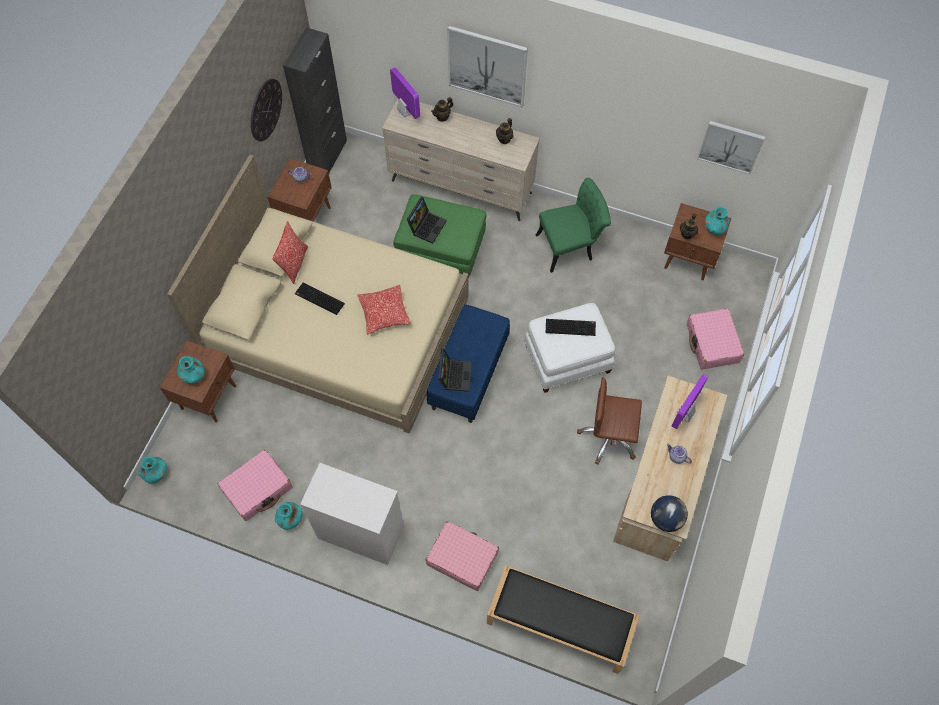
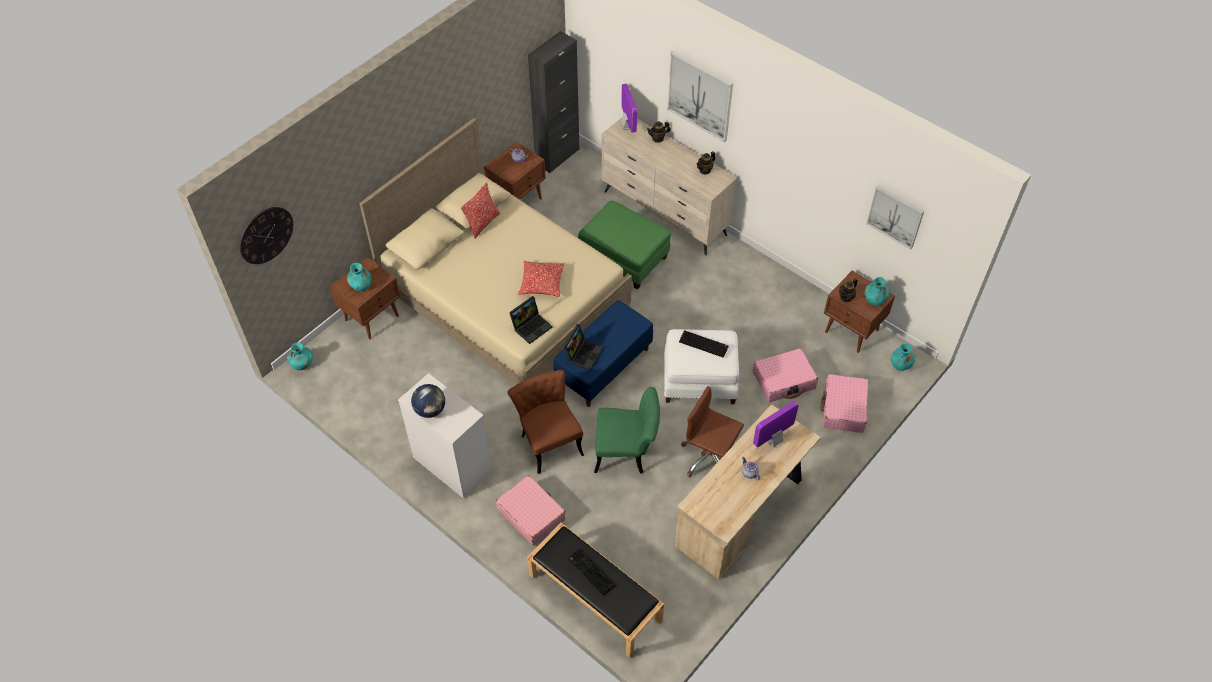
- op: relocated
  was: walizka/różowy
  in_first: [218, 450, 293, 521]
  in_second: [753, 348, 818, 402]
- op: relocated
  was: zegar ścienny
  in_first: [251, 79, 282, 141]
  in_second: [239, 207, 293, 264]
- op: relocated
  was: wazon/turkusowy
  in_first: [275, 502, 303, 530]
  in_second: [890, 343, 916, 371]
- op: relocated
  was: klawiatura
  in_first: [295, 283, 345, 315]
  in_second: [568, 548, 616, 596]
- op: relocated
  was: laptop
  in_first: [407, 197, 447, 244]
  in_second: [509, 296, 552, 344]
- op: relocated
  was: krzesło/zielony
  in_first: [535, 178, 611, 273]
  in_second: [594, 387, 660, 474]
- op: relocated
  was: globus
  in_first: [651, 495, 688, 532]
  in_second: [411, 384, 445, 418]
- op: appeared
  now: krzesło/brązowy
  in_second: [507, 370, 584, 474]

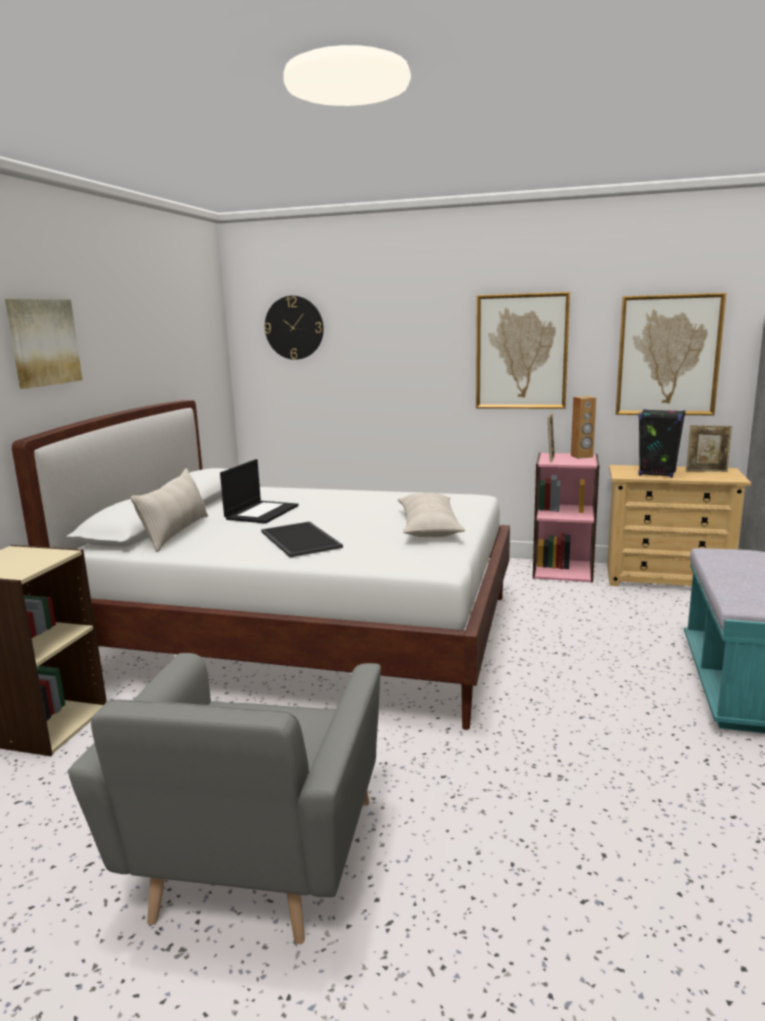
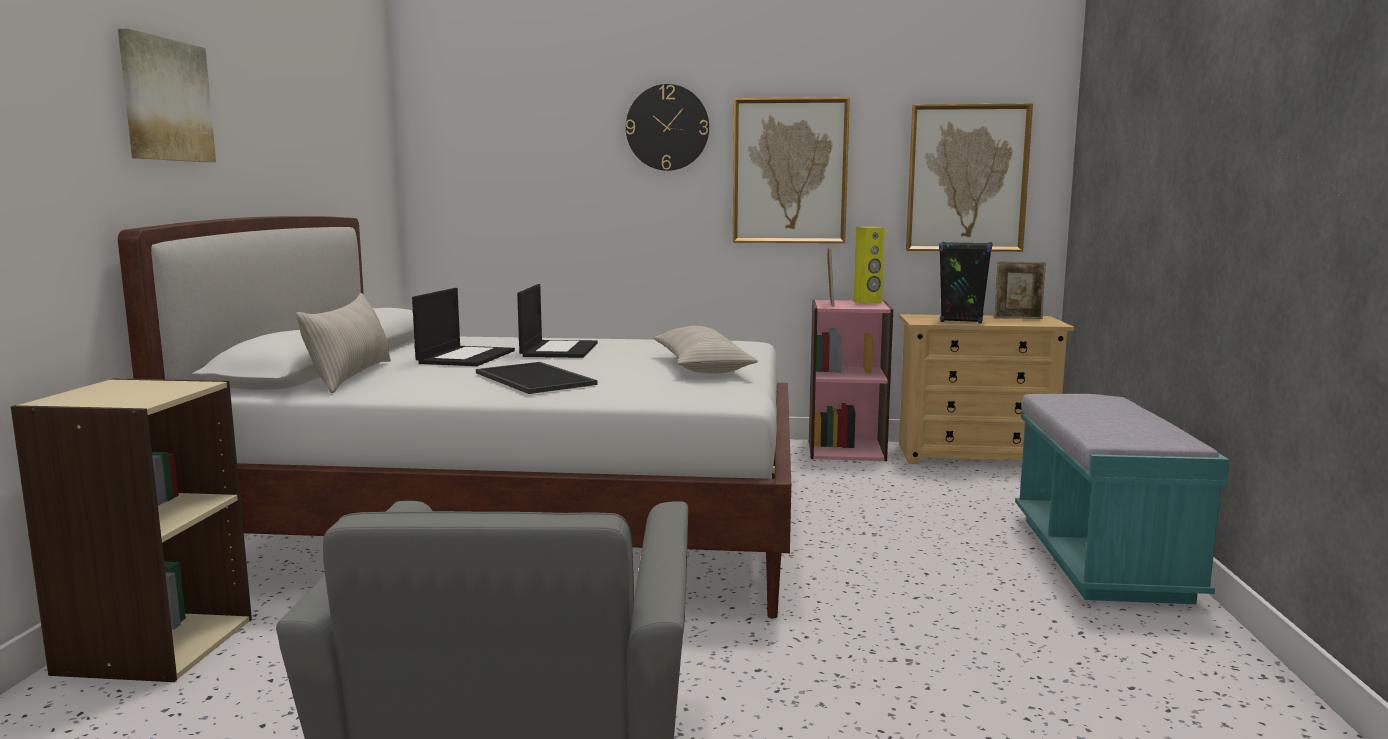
- op: relocated
  was: zegar ścienny
  in_first: [264, 296, 324, 360]
  in_second: [626, 84, 709, 171]
- op: colour
  was: głośnik/brązowy
  now: głośnik/żółty
  in_first: [571, 396, 596, 459]
  in_second: [854, 227, 885, 304]
- op: appeared
  now: laptop
  in_second: [517, 284, 598, 358]

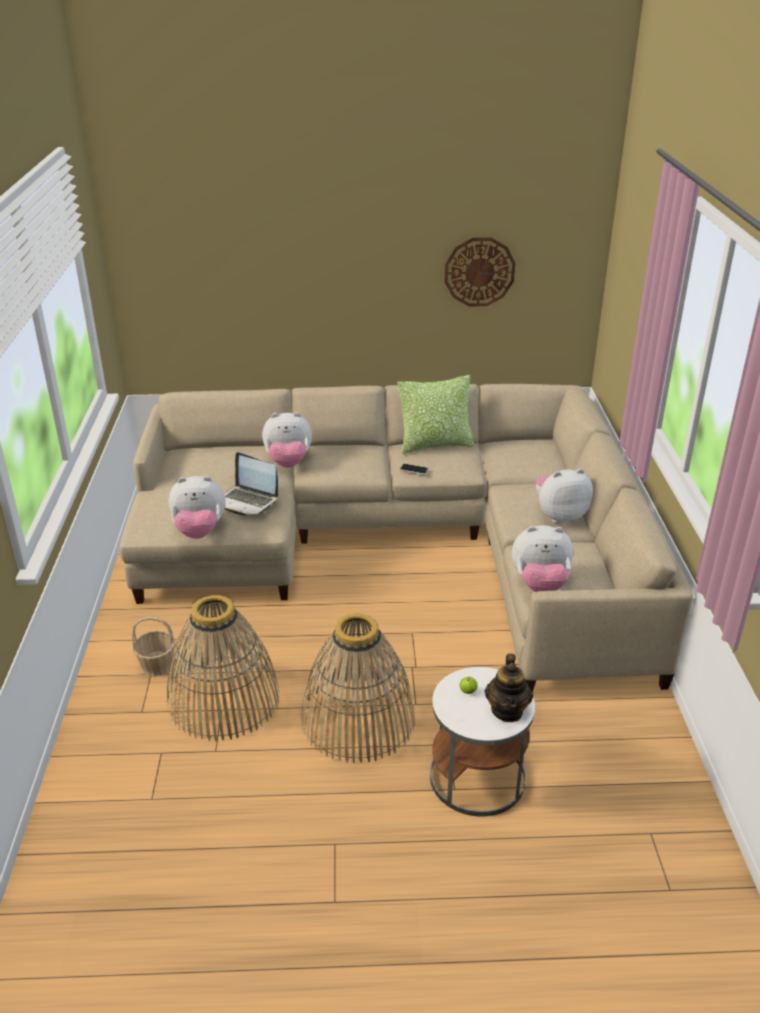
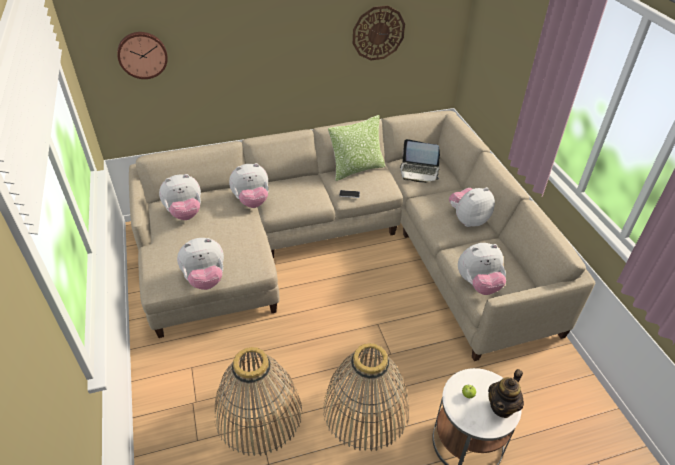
- op: missing
  was: koszyk
  in_first: [132, 617, 175, 677]
- op: relocated
  was: laptop
  in_first: [224, 452, 278, 515]
  in_second: [400, 139, 440, 183]
- op: spun
  was: imbryk
  in_first: [484, 654, 533, 722]
  in_second: [488, 369, 524, 418]
  clockwise: 45
- op: appeared
  now: zegar ścienny
  in_second: [117, 32, 168, 79]
- op: appeared
  now: pluszak
  in_second: [159, 174, 201, 220]

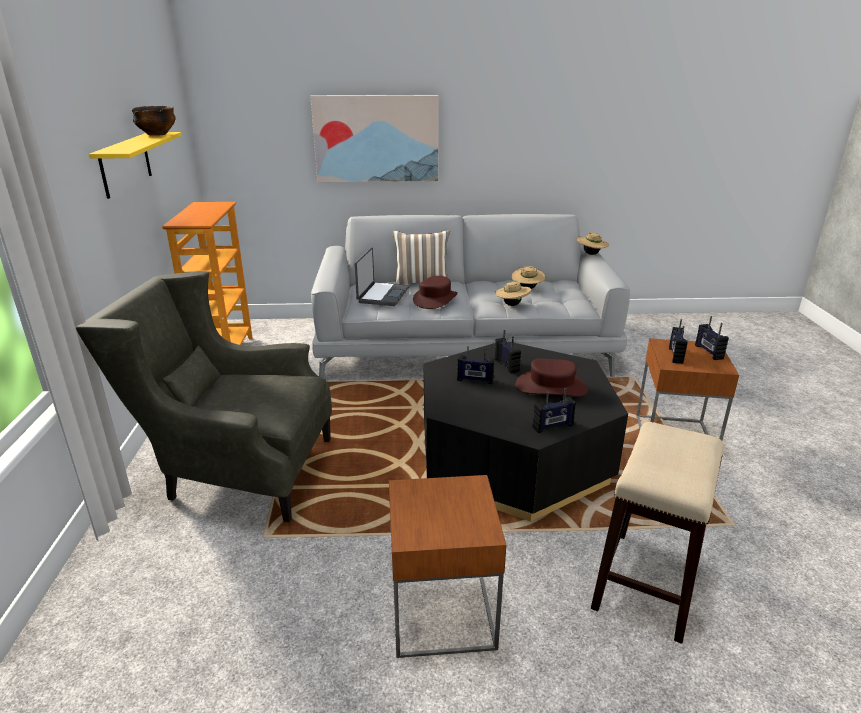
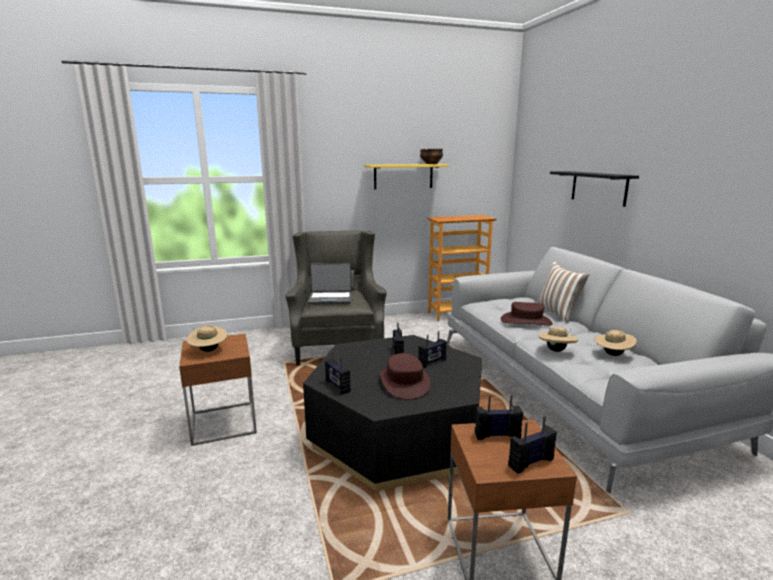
- op: exchanged
  was: obraz
  now: półka/czarny
  in_first: [310, 95, 439, 182]
  in_second: [550, 171, 639, 207]
- op: relocated
  was: laptop
  in_first: [354, 247, 409, 306]
  in_second: [308, 263, 352, 304]
- op: relocated
  was: kapelusz/beżowy
  in_first: [577, 233, 609, 255]
  in_second: [186, 325, 227, 352]
- op: missing
  was: stołek
  in_first: [591, 422, 724, 644]

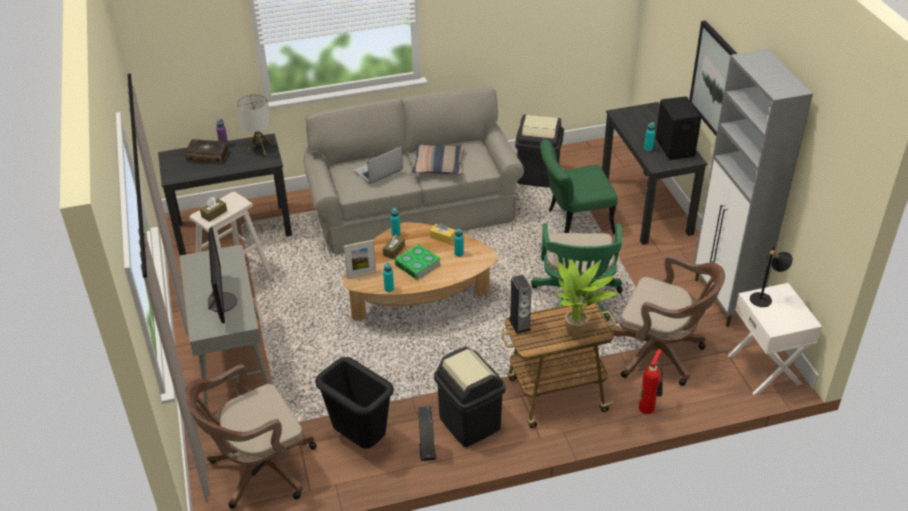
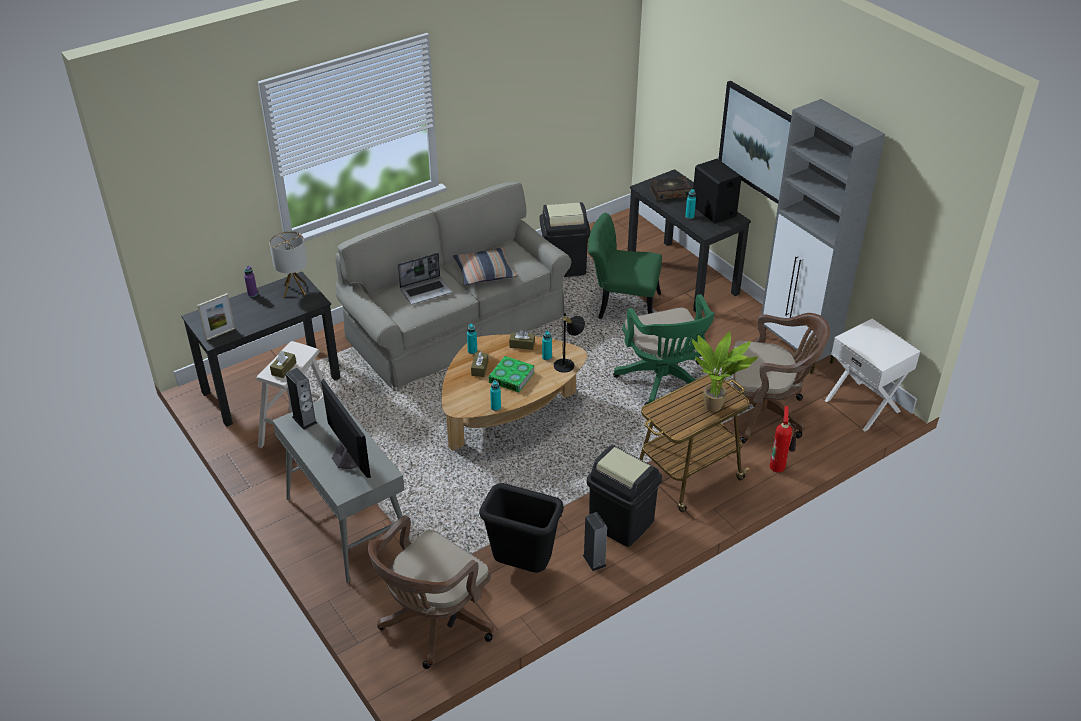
- op: relocated
  was: książka
  in_first: [185, 139, 229, 163]
  in_second: [650, 176, 691, 201]
- op: relocated
  was: ramka na zdjęcie
  in_first: [344, 240, 376, 279]
  in_second: [197, 293, 235, 341]
- op: spun
  was: laptop
  in_first: [354, 146, 403, 184]
  in_second: [398, 253, 452, 304]
  clockwise: -150
- op: colour
  was: pudełko chusteczek/żółty
  now: pudełko chusteczek/brązowy
  in_first: [430, 223, 456, 244]
  in_second: [509, 330, 535, 350]
- op: relocated
  was: głośnik
  in_first: [509, 275, 532, 334]
  in_second: [286, 368, 317, 430]
- op: spun
  was: krzesło/zielony
  in_first: [540, 139, 618, 234]
  in_second: [588, 213, 662, 319]
  clockwise: 45
- op: relocated
  was: lampa stołowa/czarny
  in_first: [750, 246, 793, 307]
  in_second: [554, 313, 585, 373]

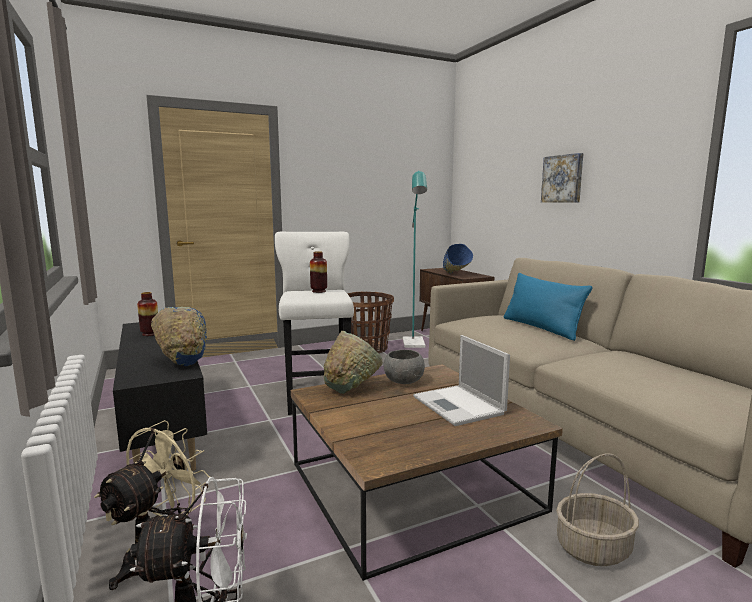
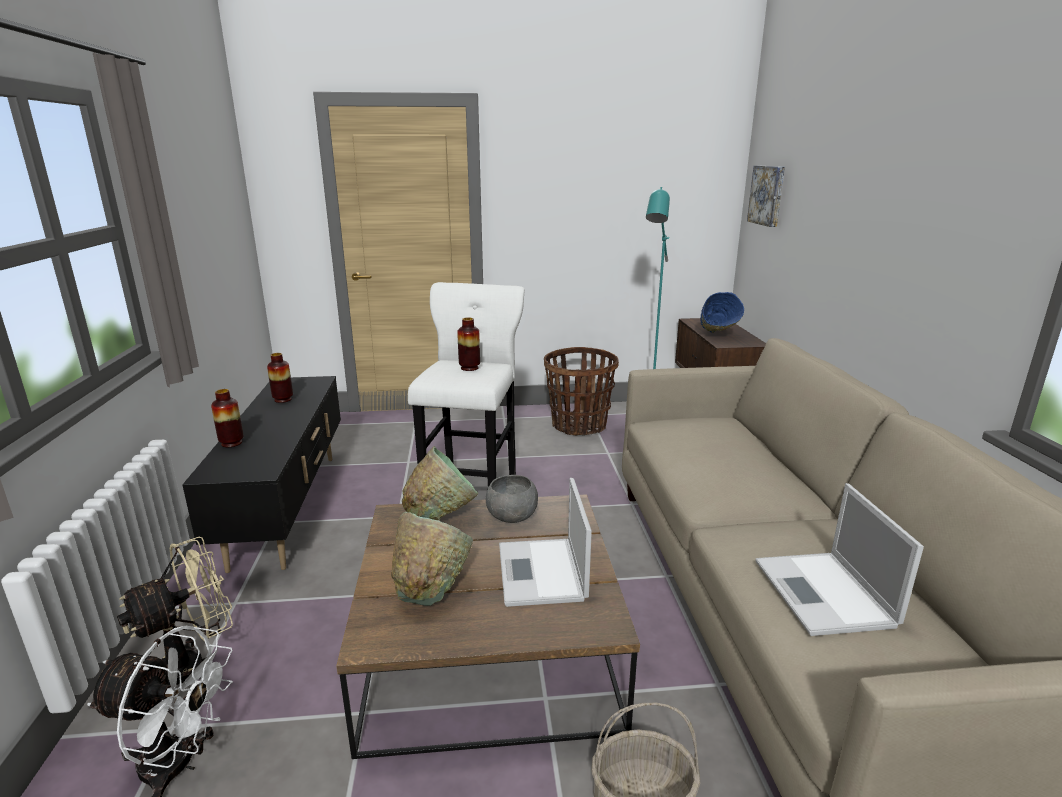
- op: missing
  was: miska/niebieski
  in_first: [151, 307, 207, 366]
- op: missing
  was: poduszka/niebieski
  in_first: [504, 273, 592, 341]
- op: relocated
  was: obraz
  in_first: [541, 153, 584, 203]
  in_second: [747, 165, 785, 227]
- op: appeared
  now: wazon
  in_second: [211, 389, 244, 447]
- op: appeared
  now: miska/zielony
  in_second: [391, 512, 473, 606]
- op: appeared
  now: laptop
  in_second: [755, 483, 924, 636]

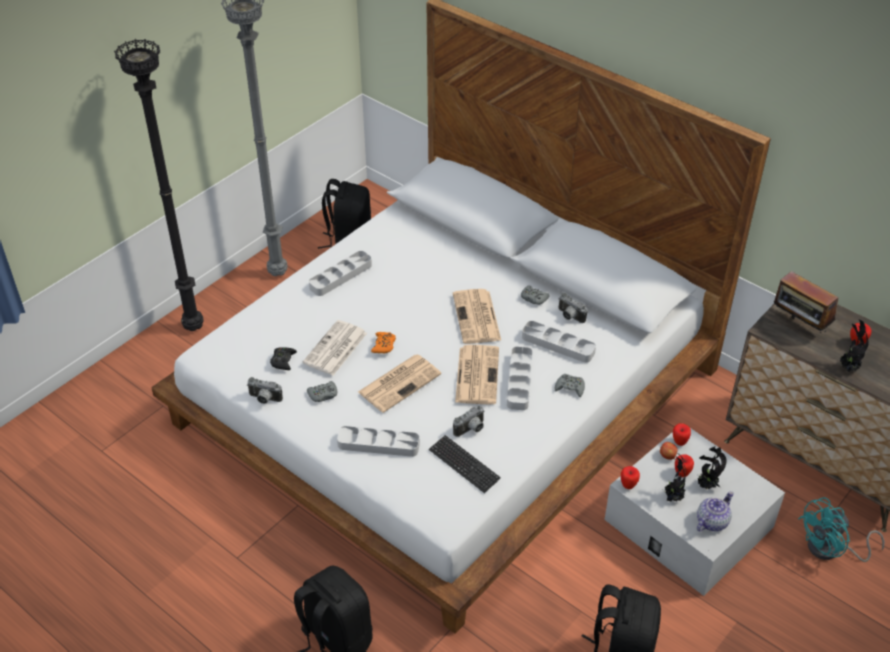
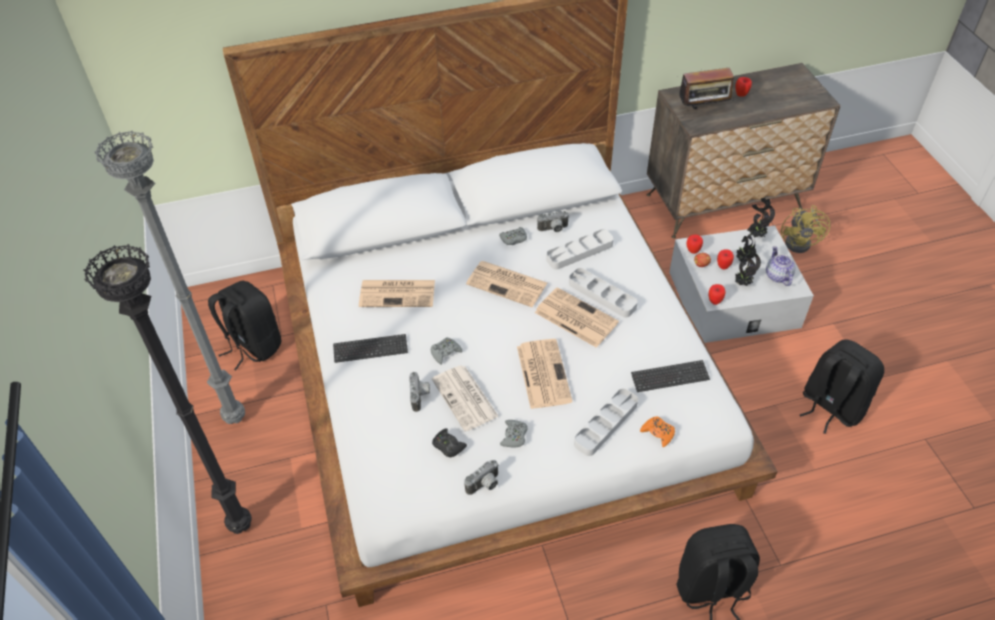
- op: exchanged
  was: taca/szary
  now: klawiatura
  in_first: [309, 251, 372, 296]
  in_second: [333, 334, 408, 363]
- op: relocated
  was: pad do gier/pomarańczowy
  in_first: [371, 332, 396, 354]
  in_second: [640, 416, 675, 447]
- op: relocated
  was: aparat fotograficzny
  in_first: [453, 406, 484, 437]
  in_second: [409, 372, 430, 412]
- op: relocated
  was: pad do gier/szary
  in_first: [555, 374, 585, 397]
  in_second: [431, 337, 462, 365]
- op: colour
  was: wentylator/turkusowy
  now: wentylator/żółty
  in_first: [798, 497, 885, 562]
  in_second: [781, 205, 830, 253]
- op: relocated
  was: roślina doniczkowa
  in_first: [839, 319, 868, 372]
  in_second: [750, 198, 775, 237]
- op: appeared
  now: gazeta
  in_second: [359, 280, 435, 307]

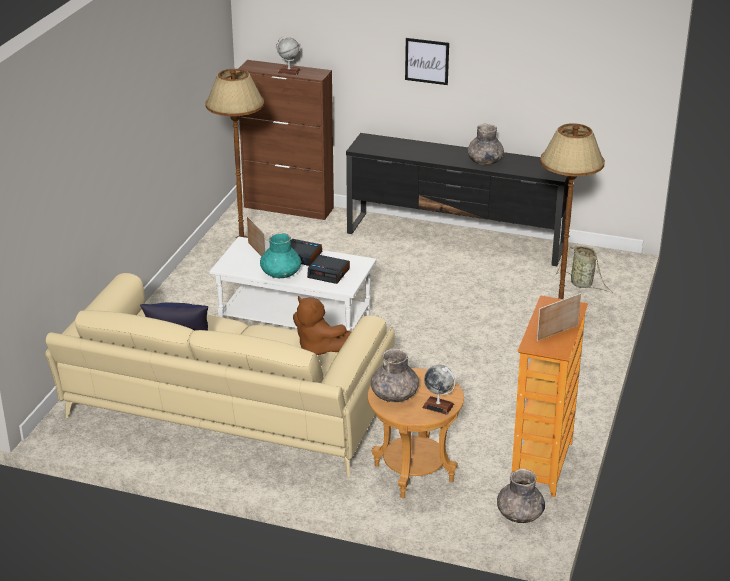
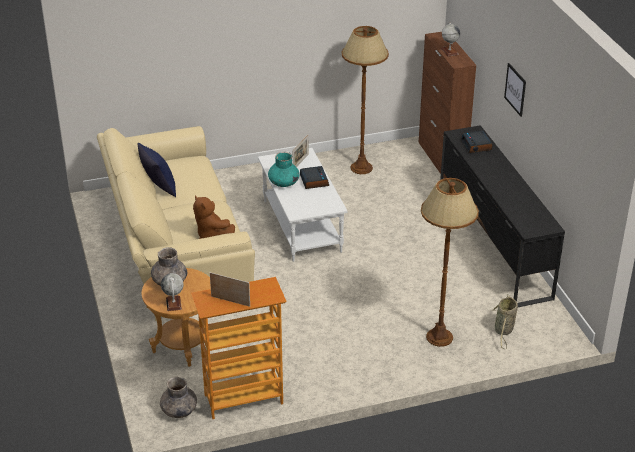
- op: spun
  was: pluszak/brązowy
  in_first: [293, 296, 351, 355]
  in_second: [193, 195, 235, 239]
  clockwise: -45
- op: relocated
  was: budzik
  in_first: [307, 255, 350, 284]
  in_second: [461, 131, 493, 153]
- op: missing
  was: wazon/szary
  in_first: [467, 124, 504, 165]

